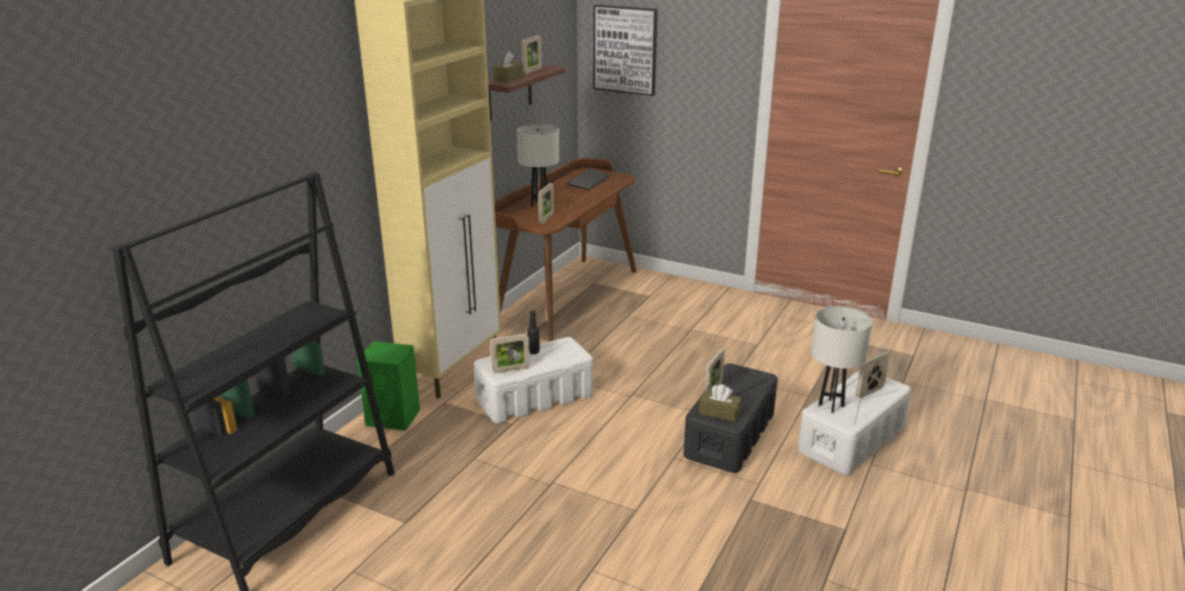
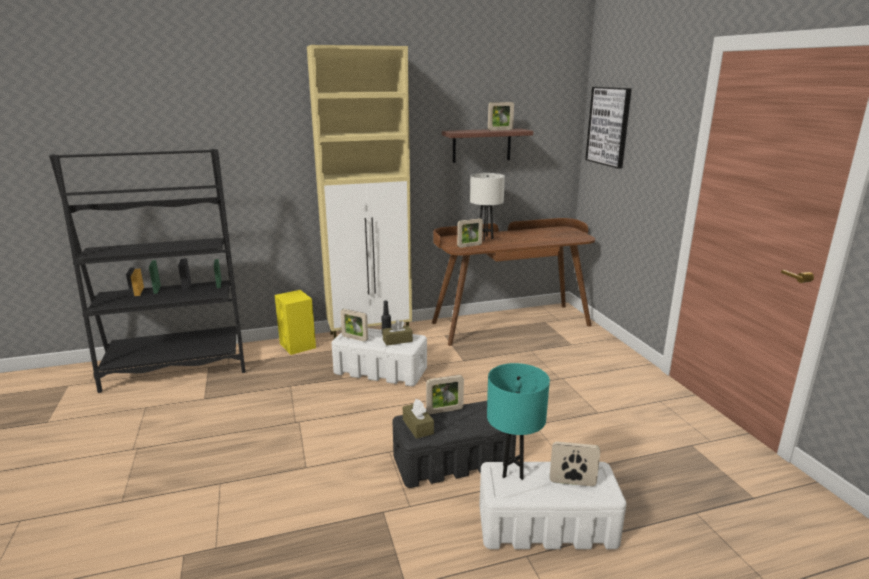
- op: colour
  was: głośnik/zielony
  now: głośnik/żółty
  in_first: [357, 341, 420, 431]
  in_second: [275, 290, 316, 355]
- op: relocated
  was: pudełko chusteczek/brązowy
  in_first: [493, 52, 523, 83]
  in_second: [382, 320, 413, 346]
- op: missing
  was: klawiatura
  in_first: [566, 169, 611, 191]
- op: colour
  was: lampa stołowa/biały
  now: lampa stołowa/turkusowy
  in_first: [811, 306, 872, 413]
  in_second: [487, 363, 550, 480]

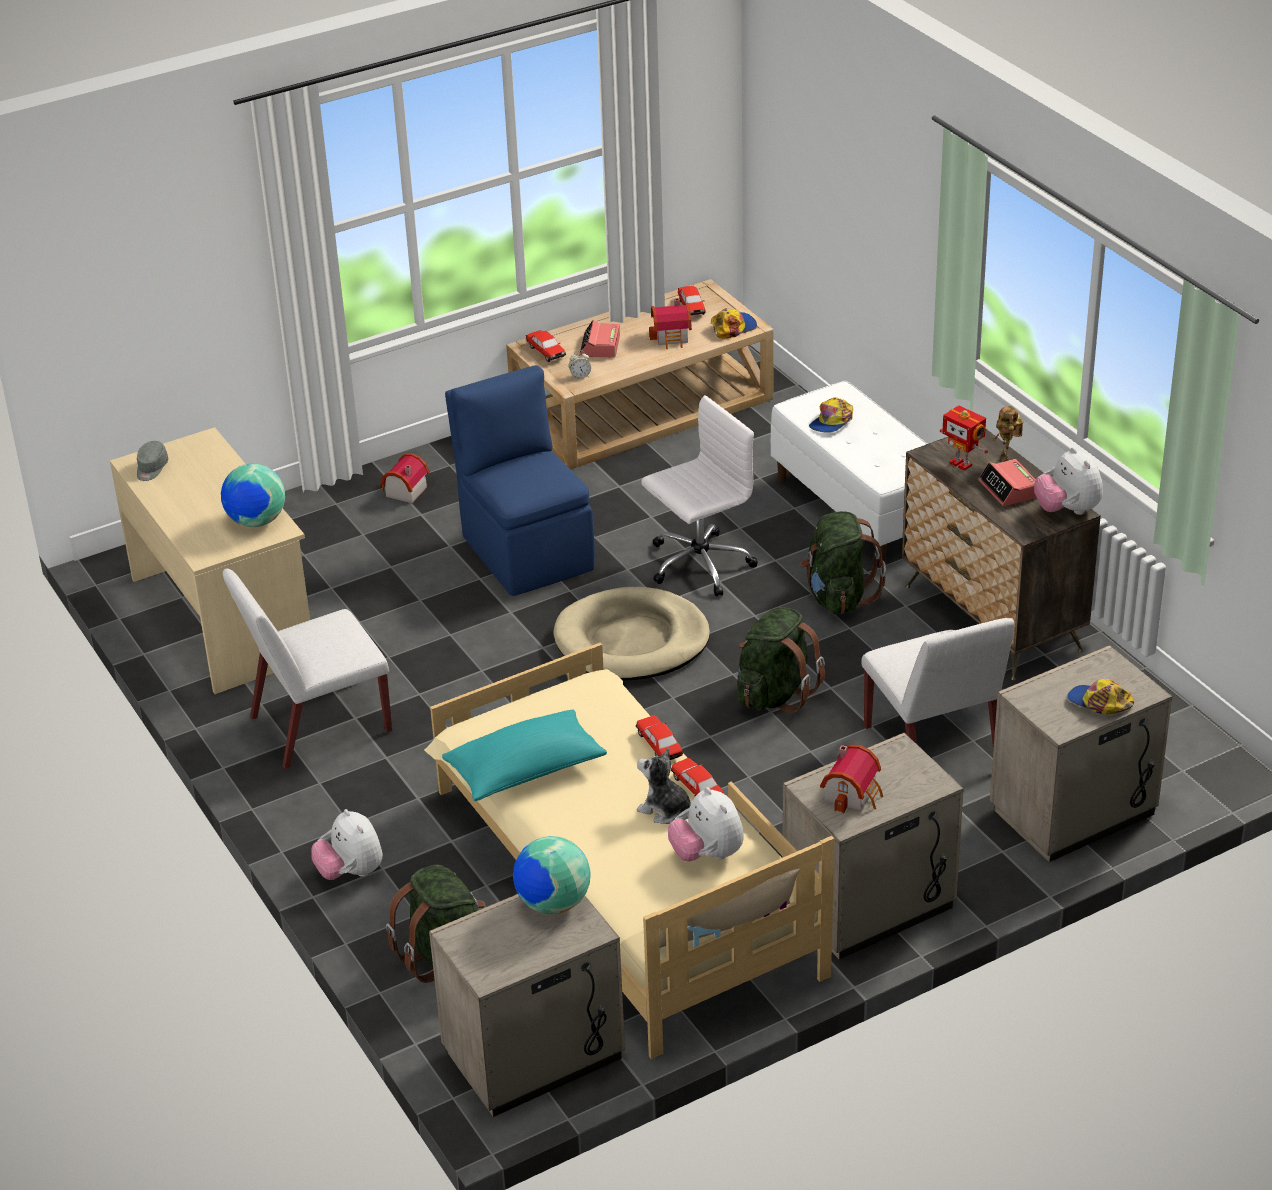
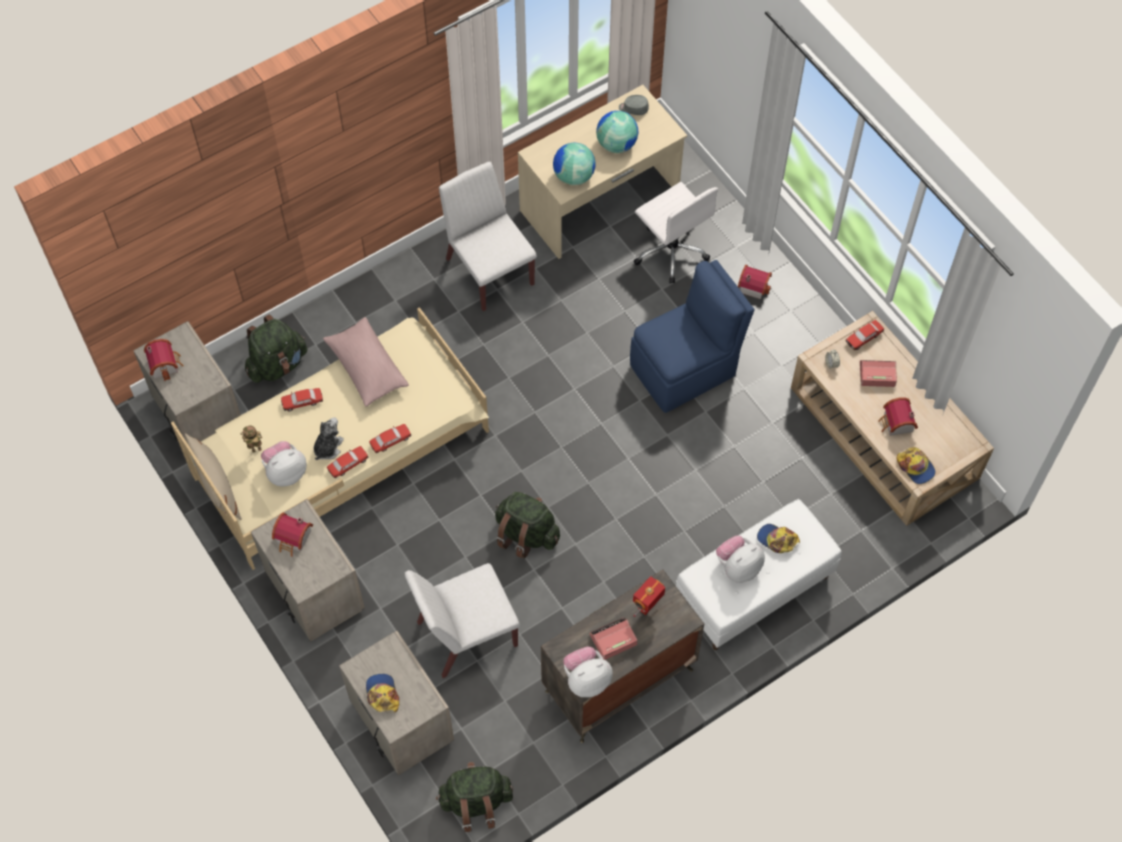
- op: relocated
  was: pluszak
  in_first: [311, 809, 383, 880]
  in_second: [716, 535, 765, 583]
- op: colour
  was: poduszka/turkusowy
  now: poduszka/różowy
  in_first: [442, 709, 607, 801]
  in_second: [323, 317, 409, 407]
- op: relocated
  was: globus
  in_first: [513, 836, 590, 914]
  in_second: [596, 111, 638, 153]
- op: missing
  was: legowisko/beżowy
  in_first: [553, 587, 710, 681]
- op: relocated
  was: krzesło biurowe/biały
  in_first: [641, 395, 758, 597]
  in_second: [634, 182, 718, 284]
- op: relocated
  was: samochodzik
  in_first: [678, 286, 706, 315]
  in_second: [281, 388, 323, 411]
- op: relocated
  was: plecak/zielony
  in_first: [800, 511, 886, 614]
  in_second: [436, 762, 513, 832]
- op: relocated
  was: robot zabawkowy
  in_first: [994, 406, 1024, 462]
  in_second: [241, 425, 262, 453]
- op: spun
  was: czapka z daszkiem
  in_first: [1067, 679, 1134, 715]
  in_second: [366, 674, 399, 713]
  clockwise: -45
- op: appeared
  now: domek
  in_second: [144, 339, 184, 381]

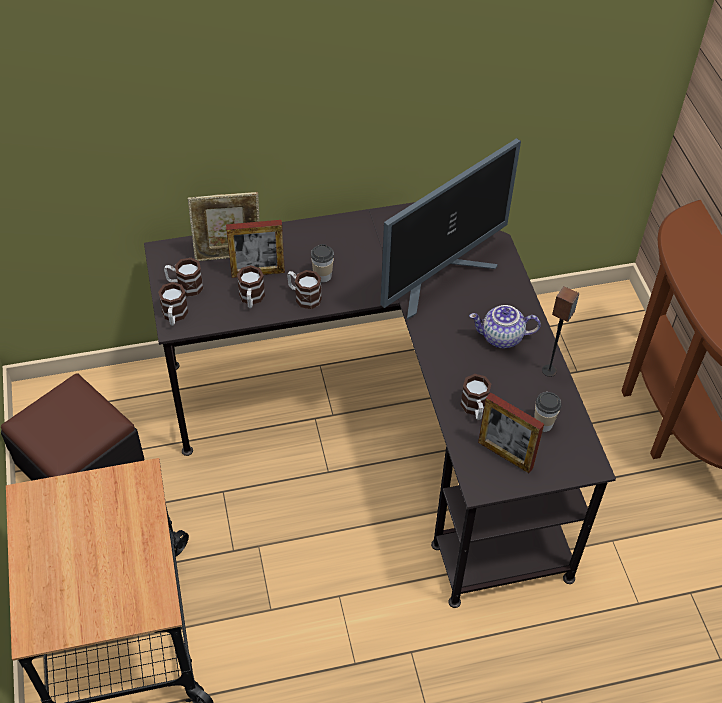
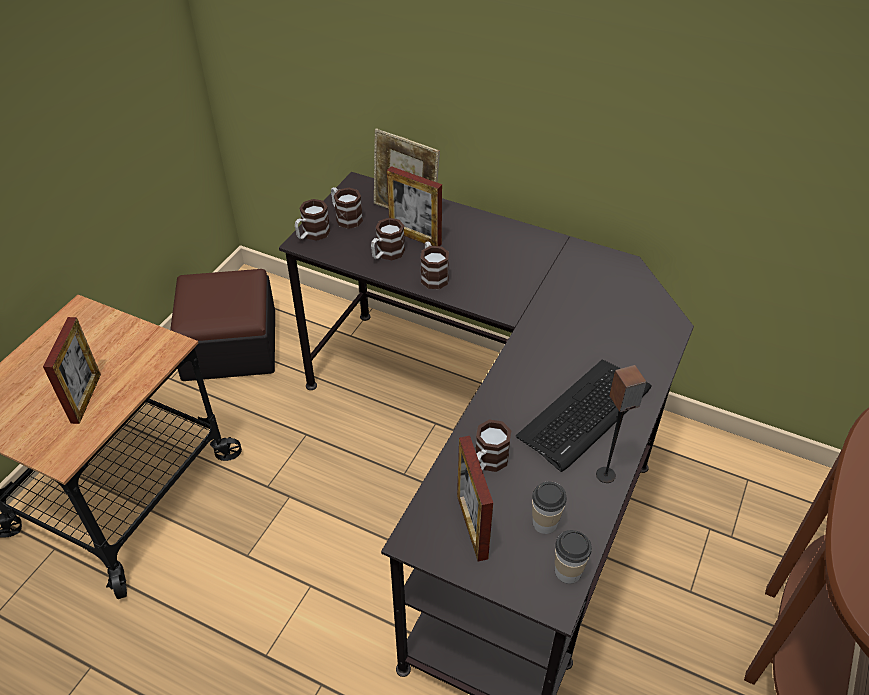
- op: relocated
  was: filiżanka
  in_first: [311, 244, 334, 283]
  in_second: [555, 530, 592, 584]
- op: missing
  was: monitor
  in_first: [380, 138, 521, 320]
- op: exchanged
  was: imbryk
  now: klawiatura
  in_first: [469, 305, 541, 348]
  in_second: [516, 359, 652, 472]
- op: appeared
  now: ramka na zdjęcie
  in_second: [43, 317, 101, 424]

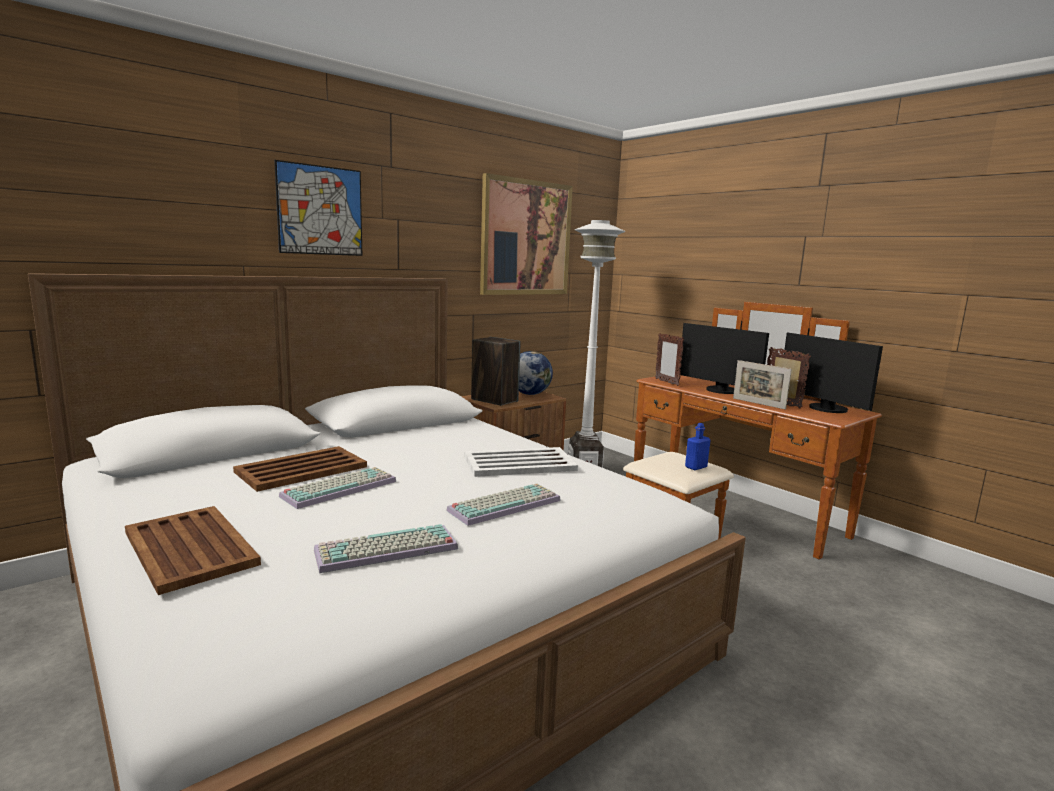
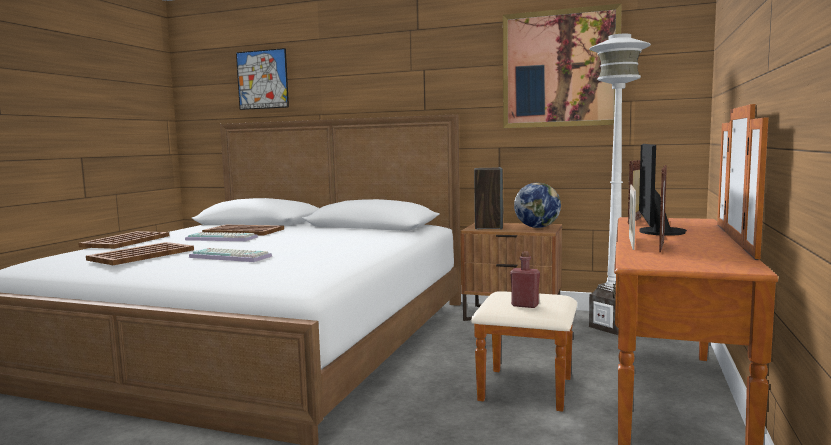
- op: relocated
  was: obraz
  in_first: [274, 160, 362, 256]
  in_second: [236, 48, 289, 110]
- op: exchanged
  was: klawiatura
  now: taca/brązowy
  in_first: [314, 524, 458, 573]
  in_second: [86, 242, 194, 265]
- op: missing
  was: taca/biały
  in_first: [465, 447, 578, 477]
- op: colour
  was: butelka/niebieski
  now: butelka/czerwony
  in_first: [685, 423, 711, 470]
  in_second: [510, 251, 540, 308]
- op: missing
  was: monitor
  in_first: [784, 332, 883, 413]

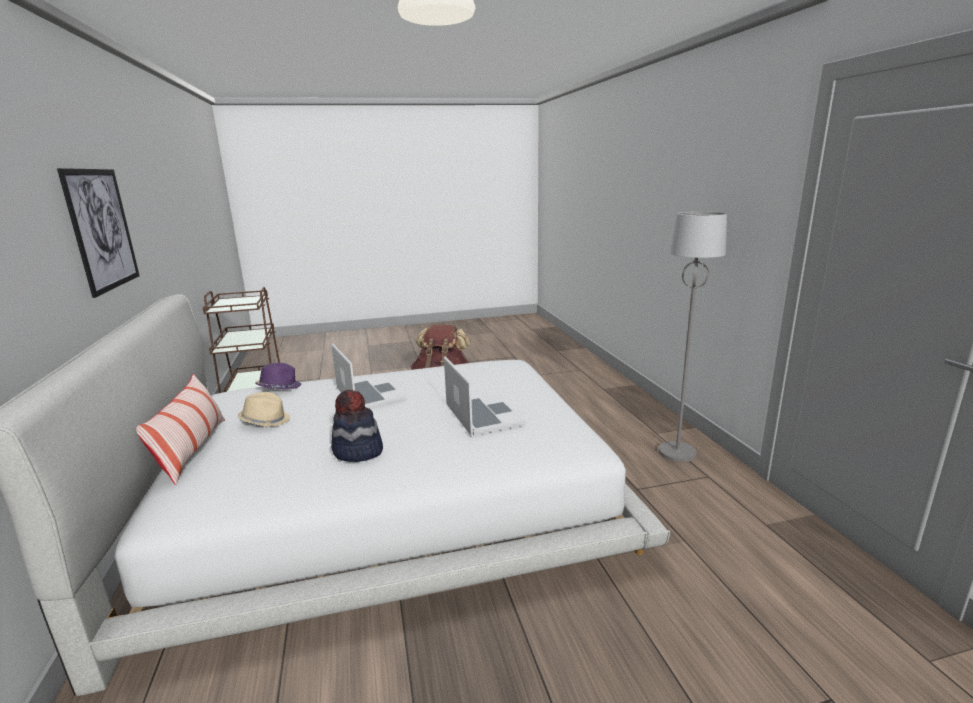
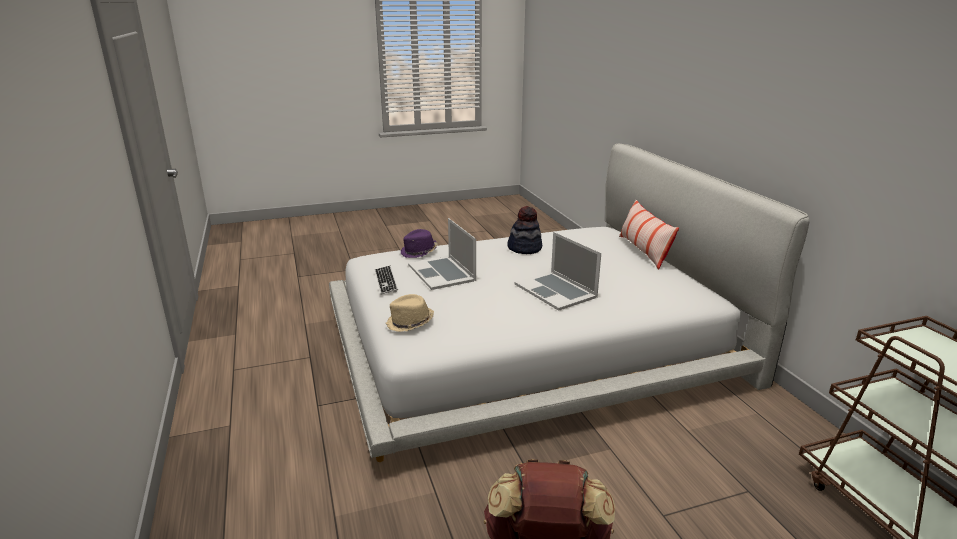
- op: missing
  was: obraz
  in_first: [57, 168, 140, 298]
- op: relocated
  was: kapelusz/beżowy
  in_first: [238, 392, 290, 427]
  in_second: [386, 294, 434, 332]
- op: relocated
  was: kapelusz/fioletowy
  in_first: [255, 363, 302, 390]
  in_second: [401, 229, 438, 258]
- op: missing
  was: lampa stojąca/szary
  in_first: [659, 212, 727, 462]
- op: appeared
  now: klawiatura
  in_second: [375, 265, 398, 294]

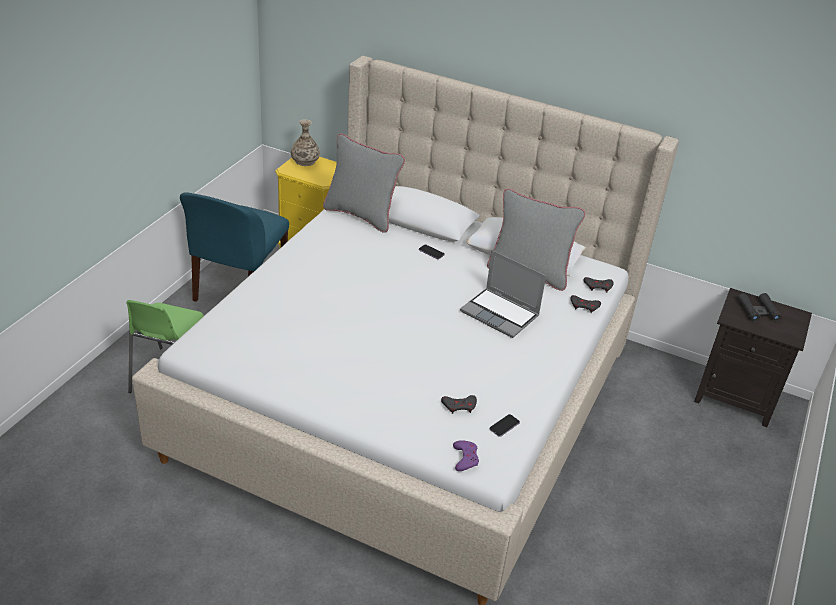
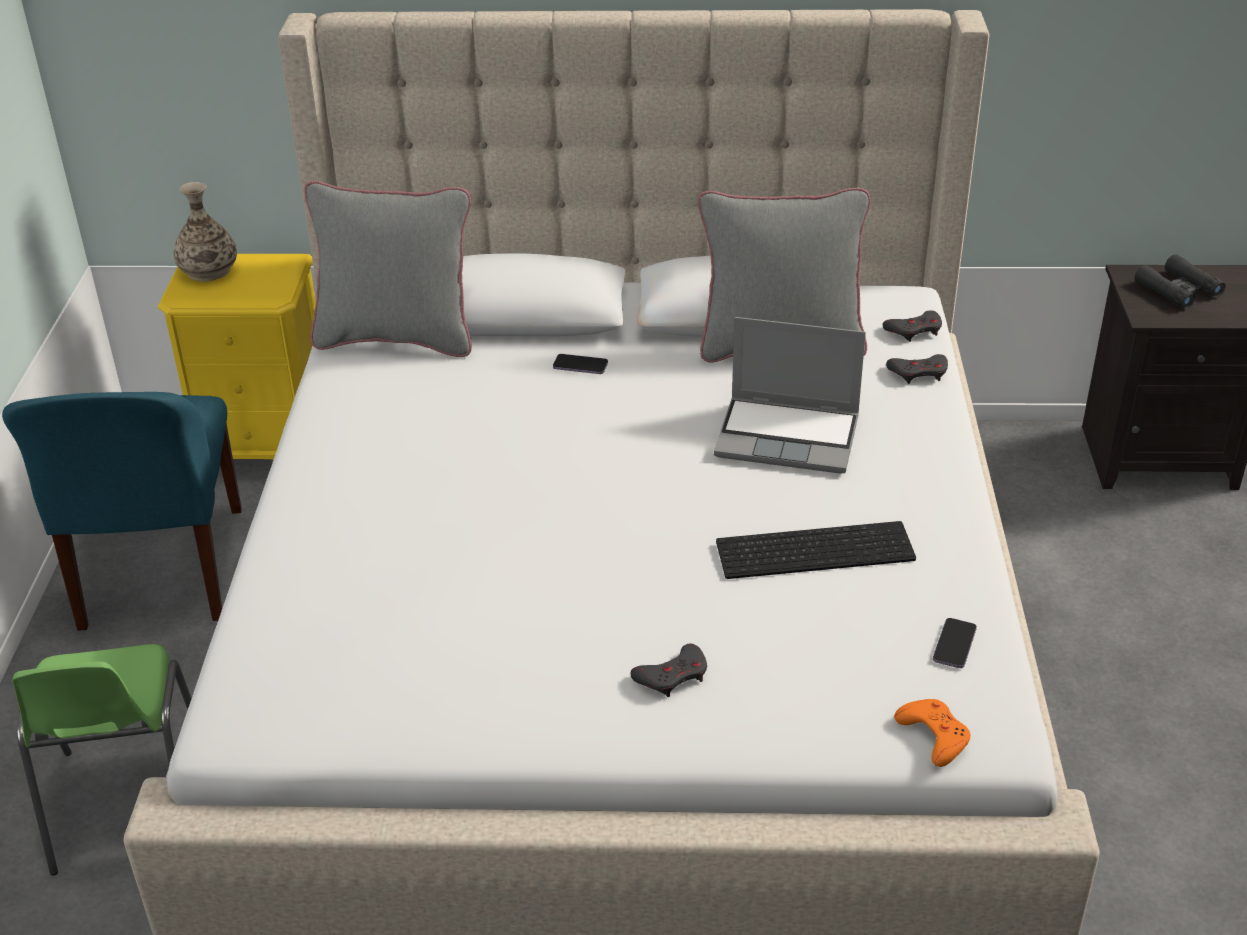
- op: relocated
  was: pad do gier/szary
  in_first: [441, 395, 477, 414]
  in_second: [630, 644, 707, 697]
- op: colour
  was: pad do gier/fioletowy
  now: pad do gier/pomarańczowy
  in_first: [453, 440, 479, 471]
  in_second: [894, 699, 971, 767]
- op: appeared
  now: klawiatura
  in_second: [716, 521, 916, 579]

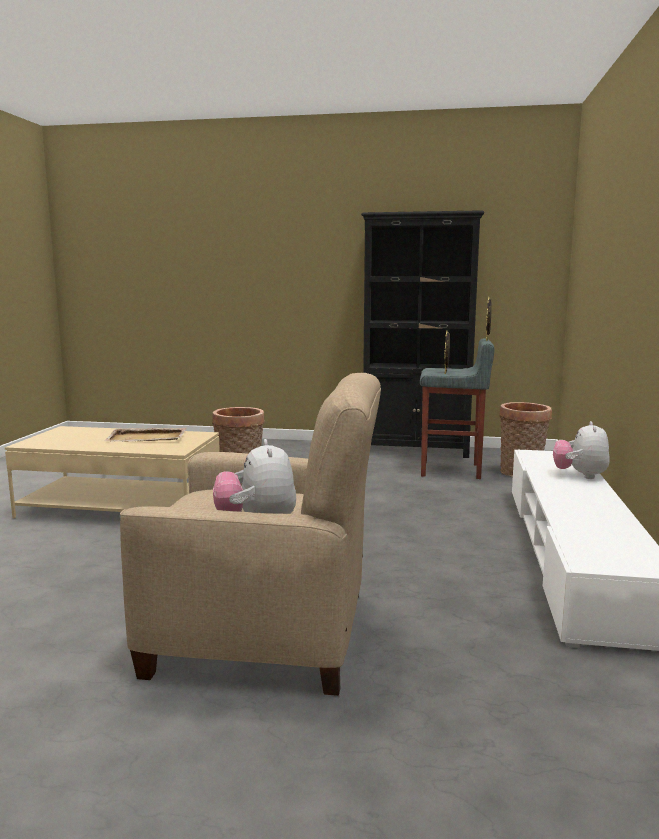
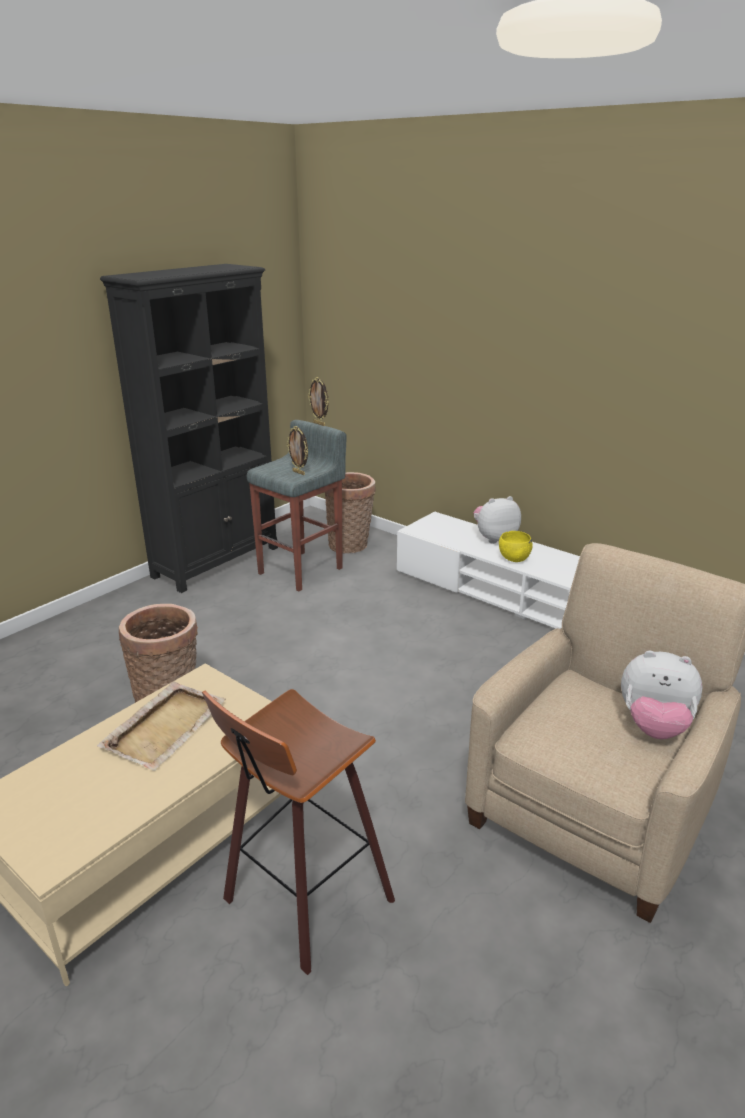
- op: spun
  was: pluszak
  in_first: [553, 421, 610, 479]
  in_second: [474, 496, 521, 544]
  clockwise: 120
- op: appeared
  now: stołek
  in_second: [202, 689, 395, 975]
- op: appeared
  now: miska/żółty
  in_second: [499, 531, 533, 562]

